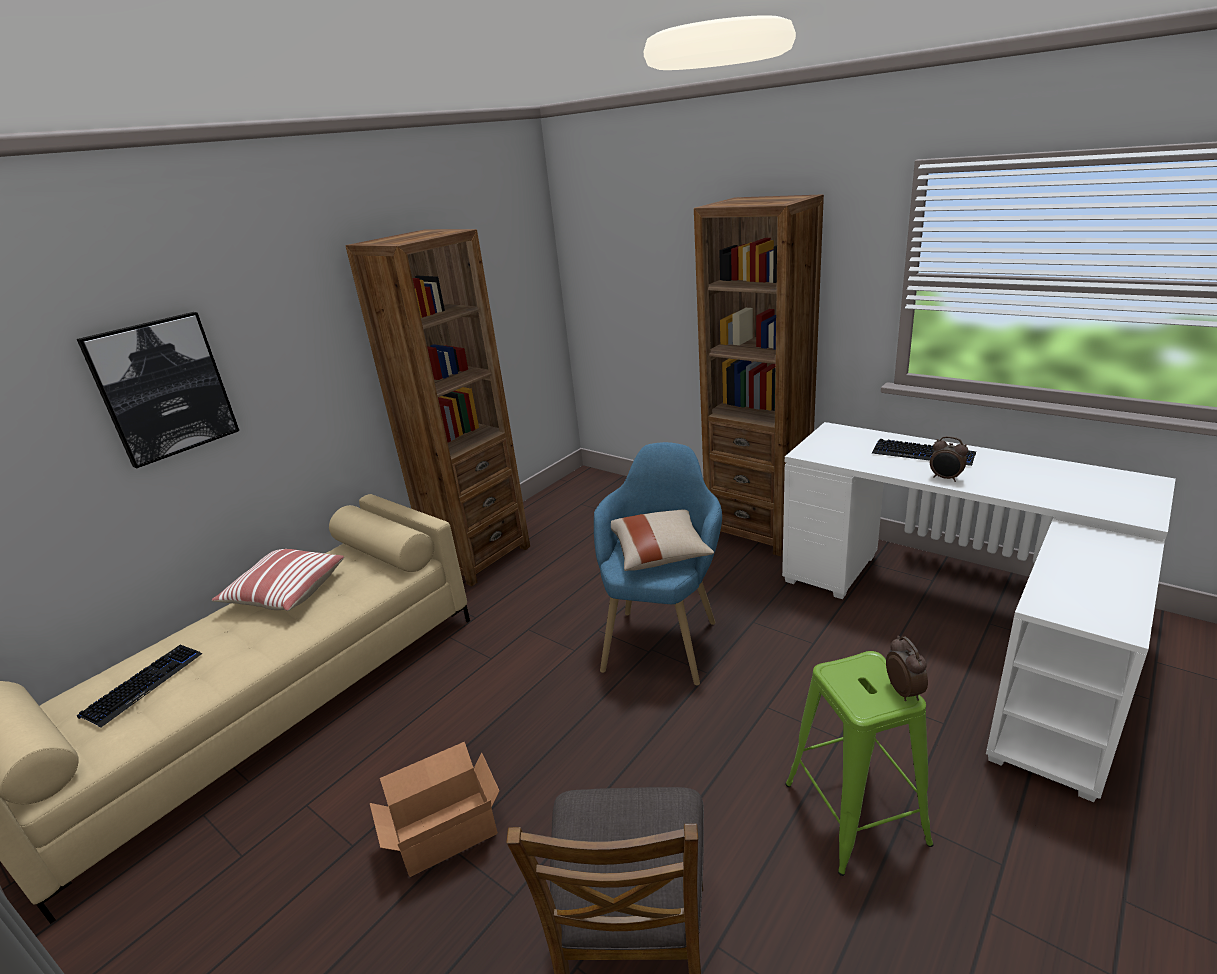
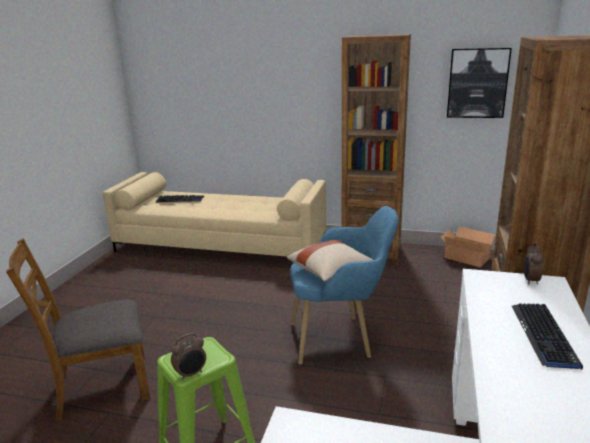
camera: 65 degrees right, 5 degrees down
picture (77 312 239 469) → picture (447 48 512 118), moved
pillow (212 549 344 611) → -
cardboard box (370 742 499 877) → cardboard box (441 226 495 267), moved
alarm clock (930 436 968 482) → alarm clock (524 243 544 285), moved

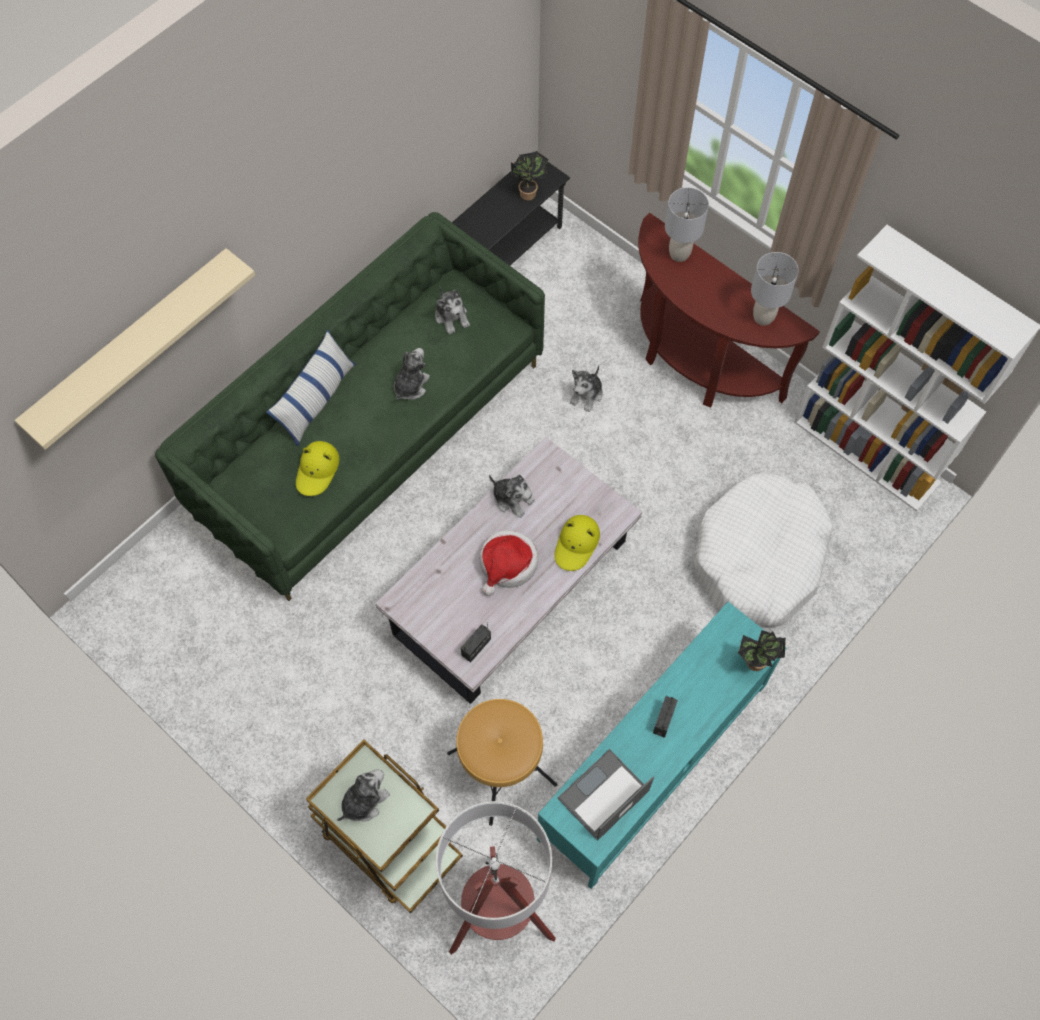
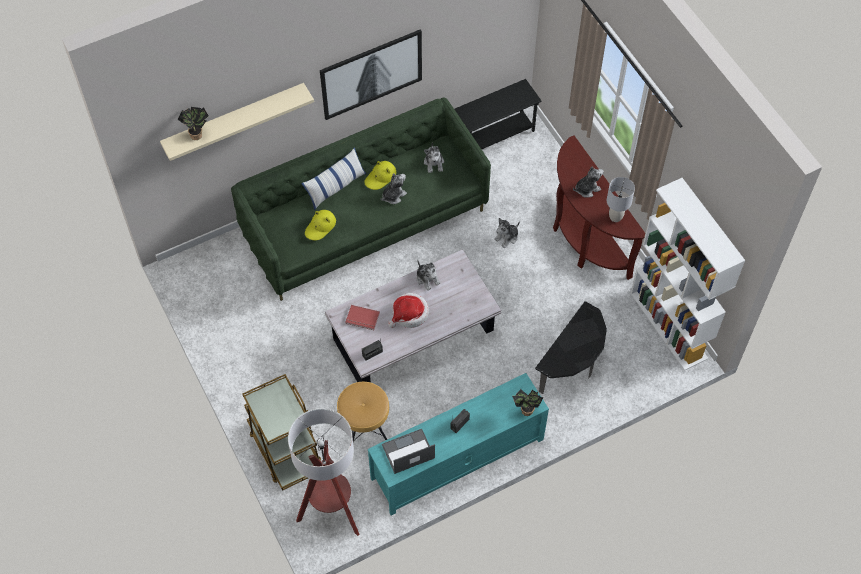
camera: 20 degrees right, 5 degrees down
plush toy (337 769 390 821) → plush toy (573 166 604 198), moved
potted plant (511 151 549 201) → potted plant (178 107 209 140), moved
hat/yellow (554 515 600 571) → hat/yellow (364 161 396 190), moved
table lamp/grey (665 187 709 262) → -
dog bed/white (694 472 832 626) → side table (535 301 607 394)
- → picture (320 29 422 120)
- → book/red (345 305 380 330)

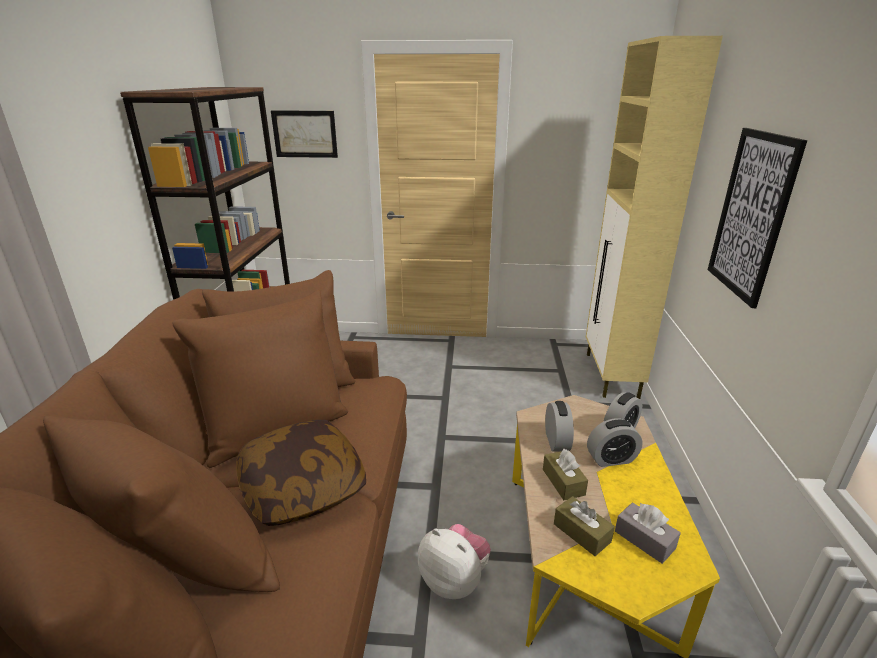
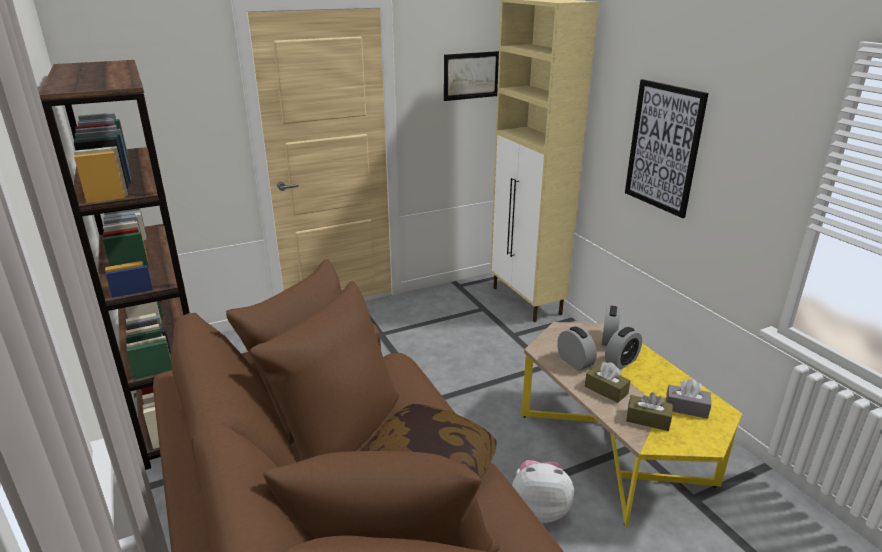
camera: 30 degrees left, 0 degrees up
picture (271 110 338 158) → picture (444 51 499 101), moved

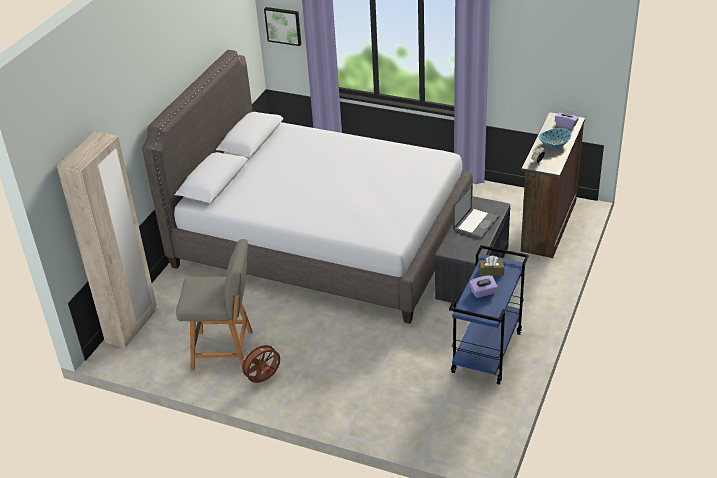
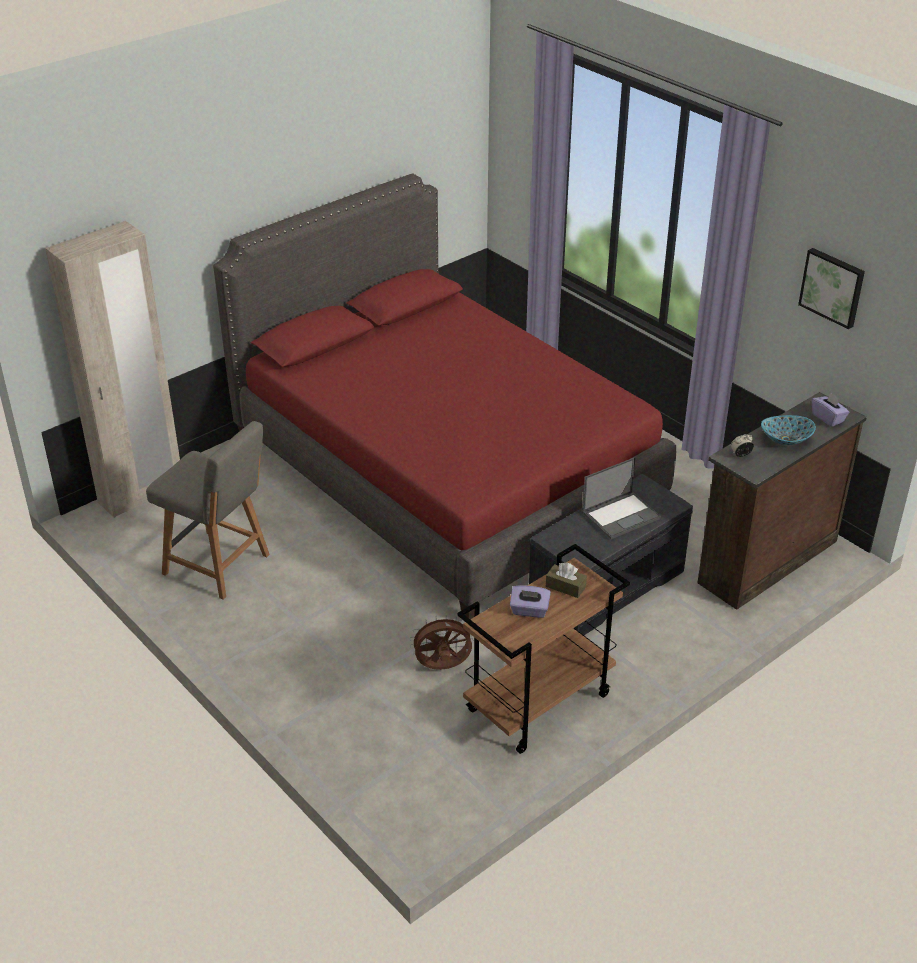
camera: 25 degrees right, 0 degrees up
bed/grey (142 50 473 324) → bed/red (213 173 676 619)
fan/brown (239 342 280 383) → fan/brown (409 614 474 670), moved
picture (264 7 301 46) → picture (798 248 865 329), moved
cart/blue (449 245 529 385) → cart/brown (457 544 630 754)

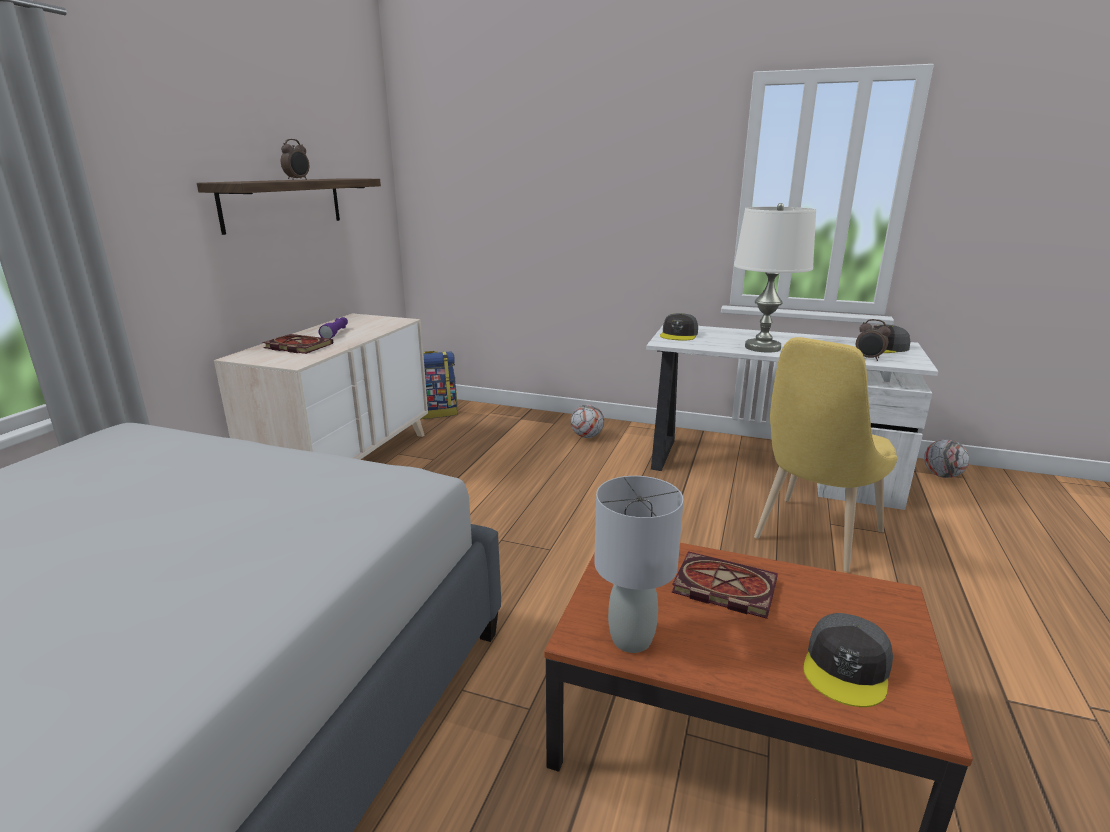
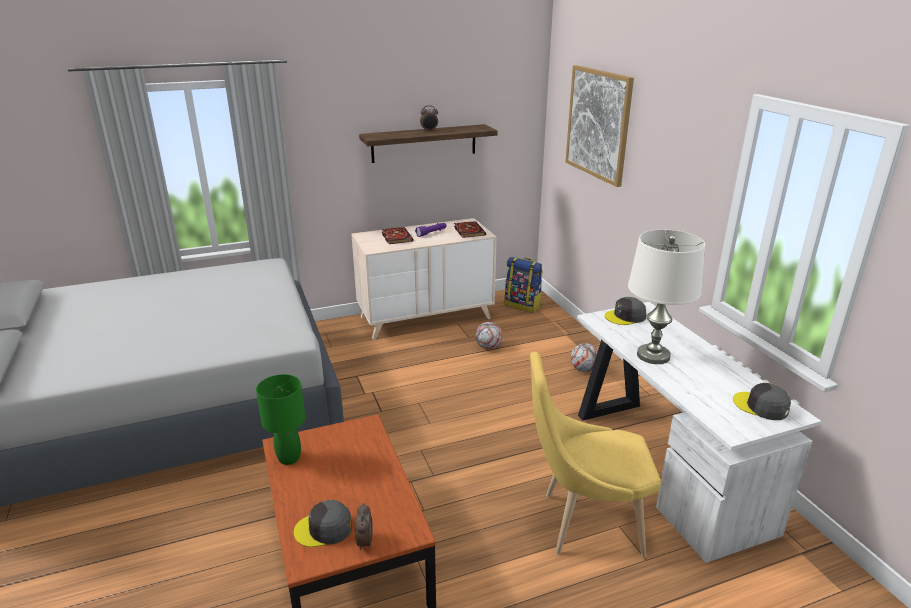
camera: 50 degrees right, 5 degrees up
table lamp/grey (594 476 684 653) → table lamp/green (256 374 305 465)
book (672 551 778 619) → book (454 221 486 238), moved
alarm clock (856 319 891 361) → alarm clock (355 503 373 550), moved
football (924 439 969 478) → football (475 322 502 349), moved
- → picture (565 65 634 187)

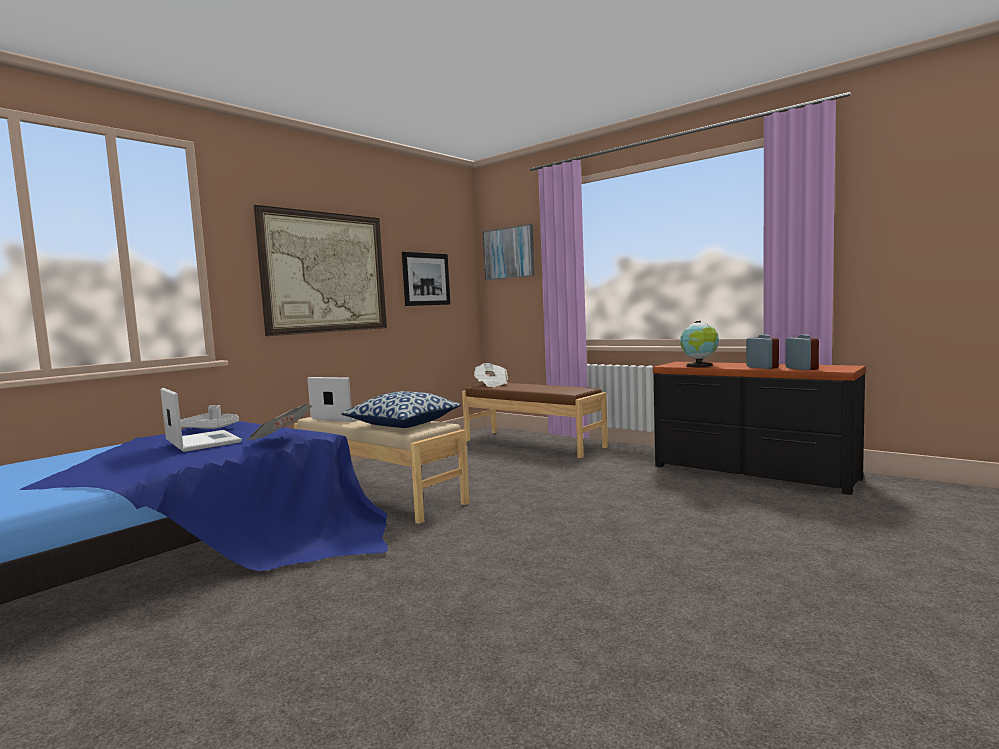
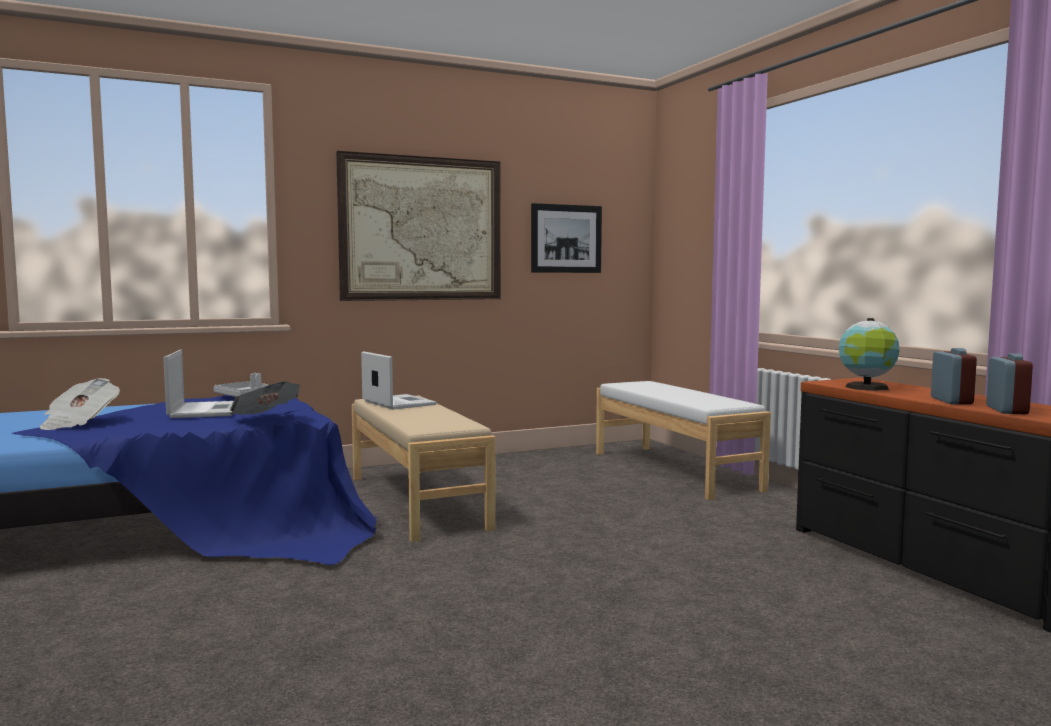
camera: 25 degrees right, 0 degrees up
pillow (341 391 461 428) → -
bench/brown (462 383 608 458) → bench/white (596 381 771 500)
newspaper (474 363 508 387) → newspaper (39 378 120 430), moved
picture (483 224 535 280) → -

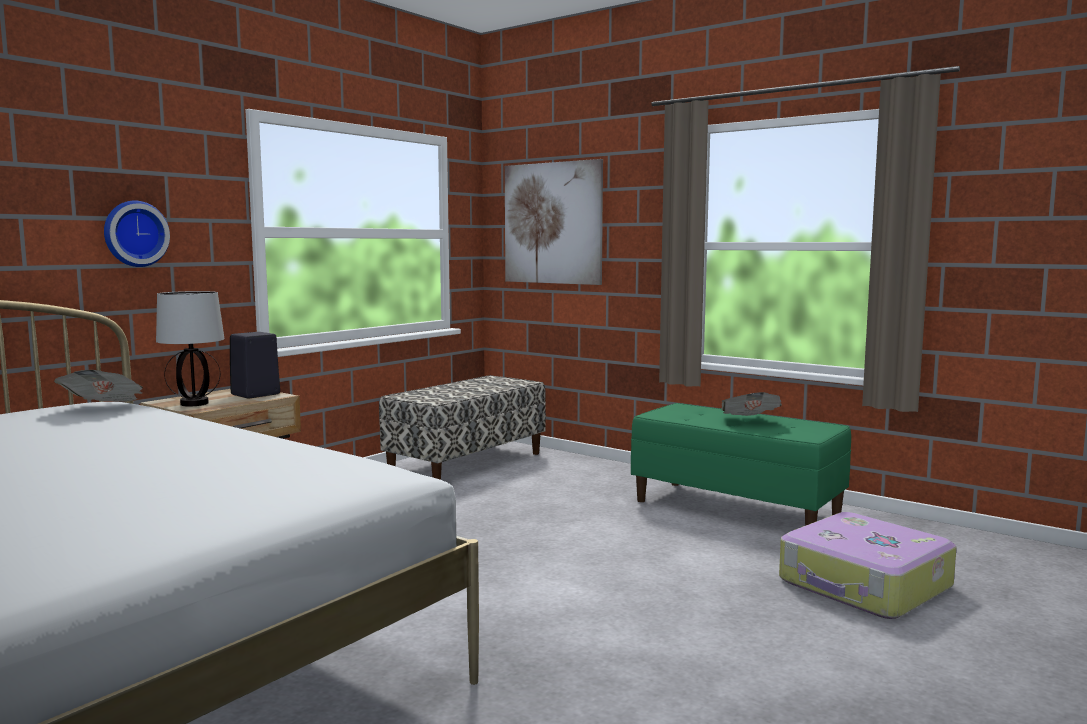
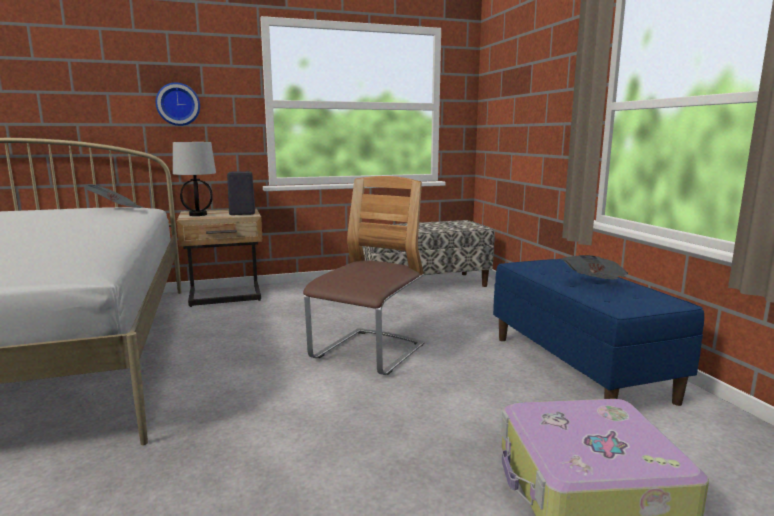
camera: 35 degrees right, 5 degrees up
picture (505 159 603 285) → -
bench/green (631 403 851 526) → bench/blue (493 259 704 406)
- → chair (303 176 425 375)

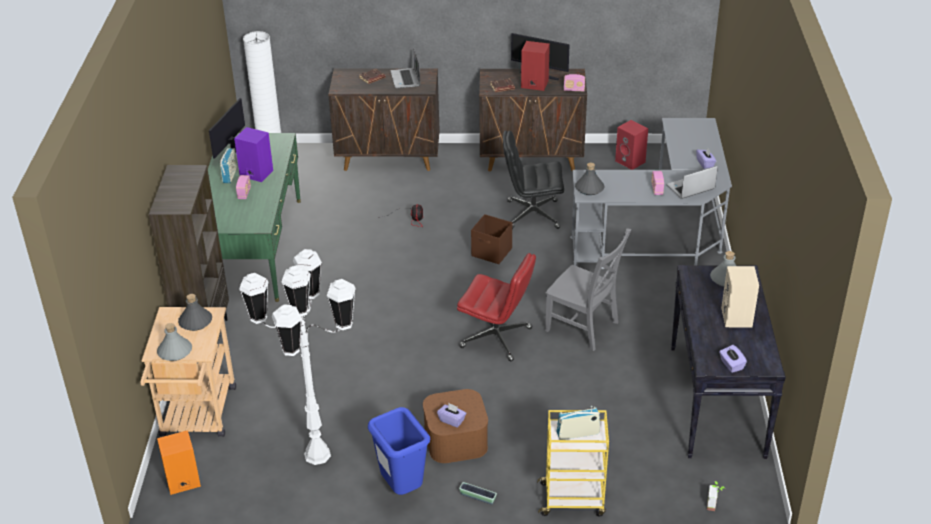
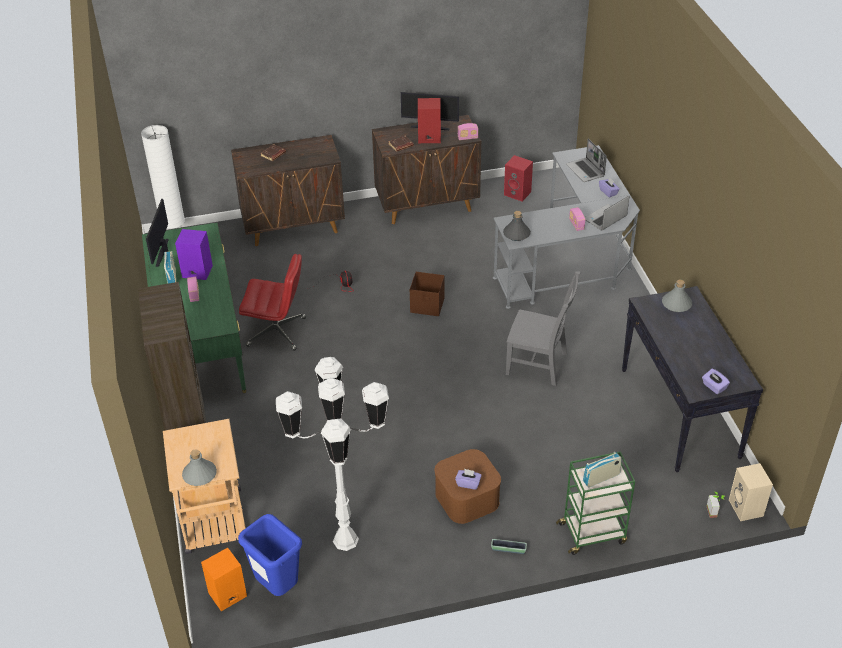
camera: 15 degrees left, 5 degrees up
bottle/grey (178 294 212 331) → -
trash can/blue (368 407 430 495) → trash can/blue (238 514 302 596), moved
laptop (390 47 420 88) → laptop (566 139 607 182), moved
office chair/red (457 253 536 361) → office chair/red (239 254 306 351), moved
office chair/black (503 130 564 229) → -
cart/yellow (537 410 609 516) → cart/green (556 451 635 555)
speaker/beige (721 266 759 327) → speaker/beige (729 463 773 521), moved

